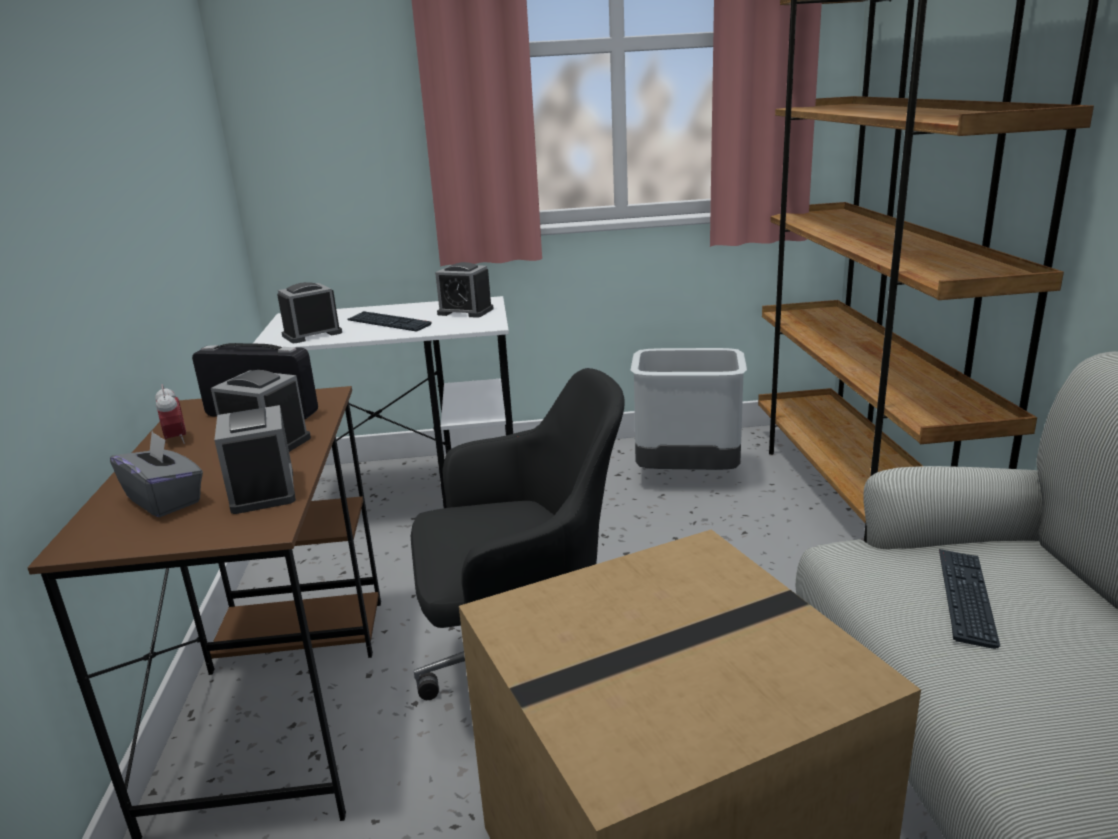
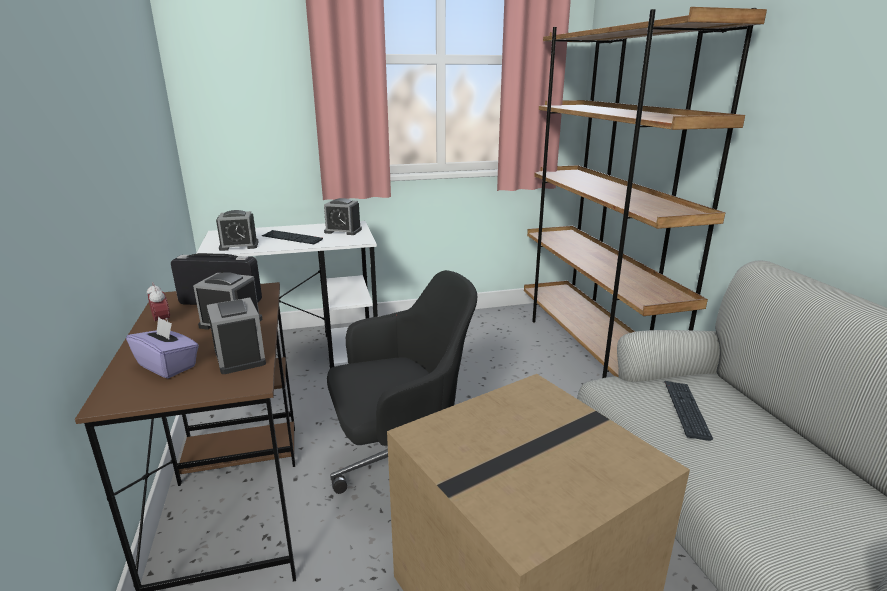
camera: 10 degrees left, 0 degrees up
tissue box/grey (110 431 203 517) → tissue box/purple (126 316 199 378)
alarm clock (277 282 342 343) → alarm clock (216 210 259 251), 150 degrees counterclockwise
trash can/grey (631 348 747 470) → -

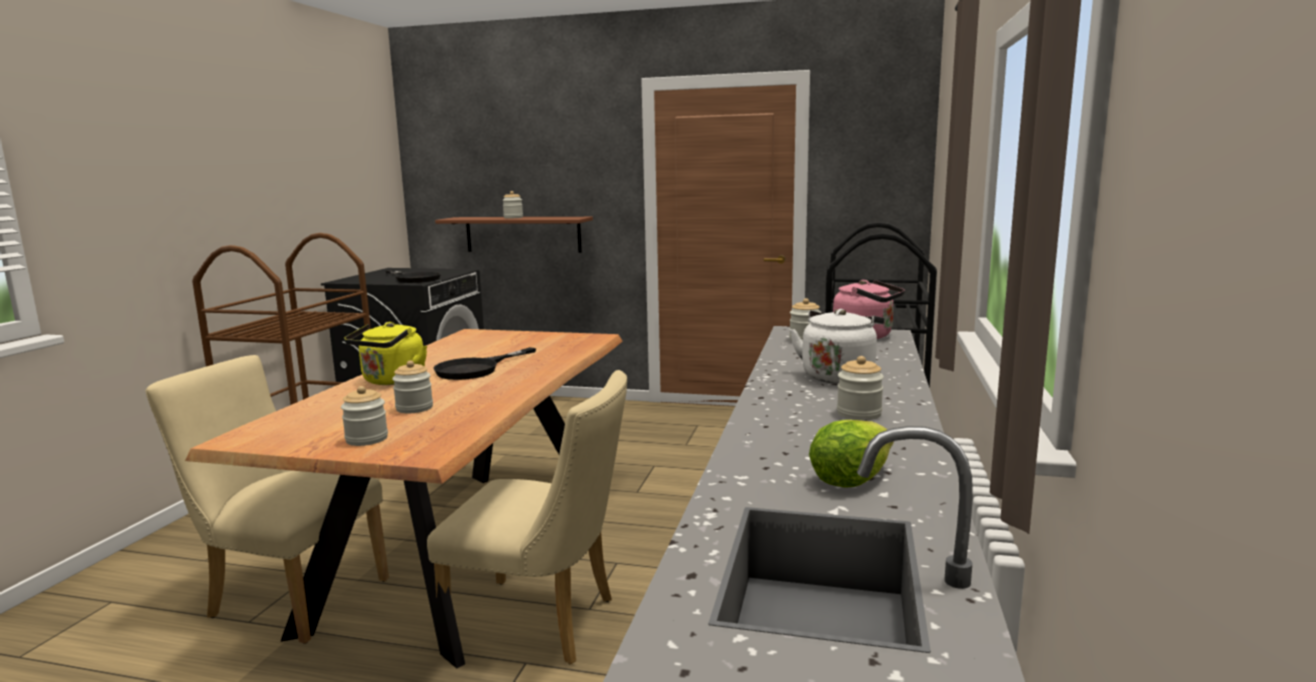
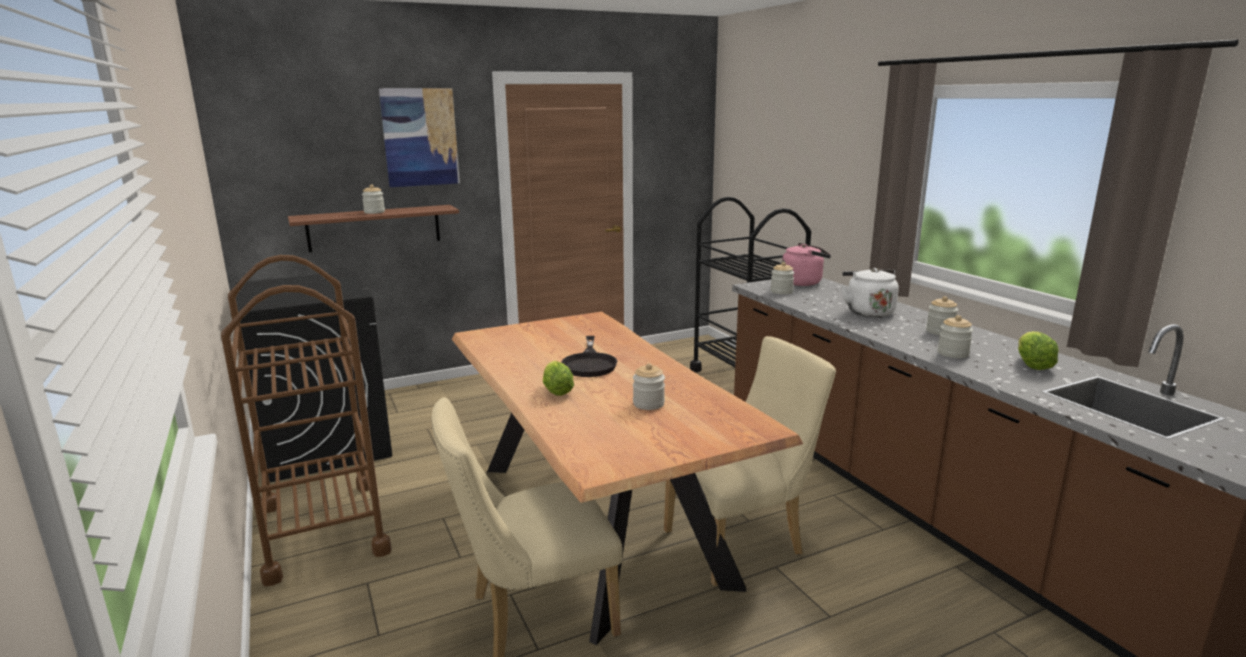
camera: 40 degrees left, 5 degrees up
jar (341 386 388 446) → jar (938 315 973 358), moved
kettle/yellow (344 322 427 385) → lettuce (543 361 574 396)
frying pan/black (386 270 441 283) → -
- → picture (379 88 460 187)

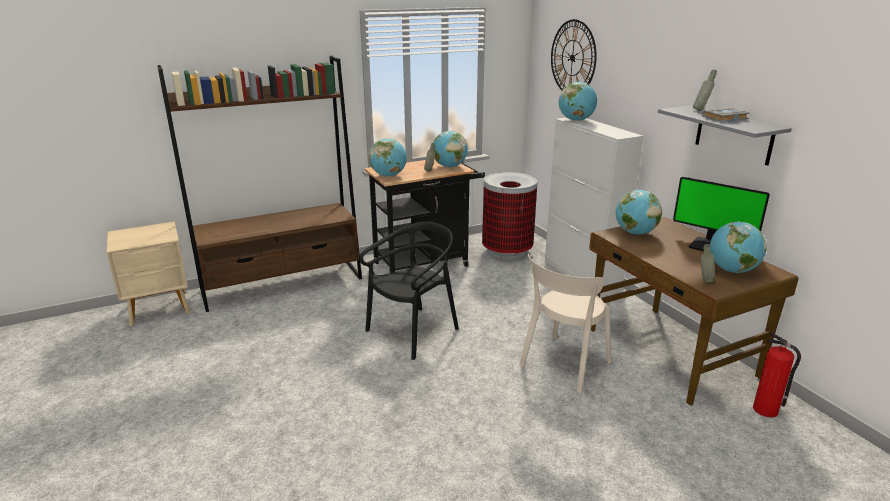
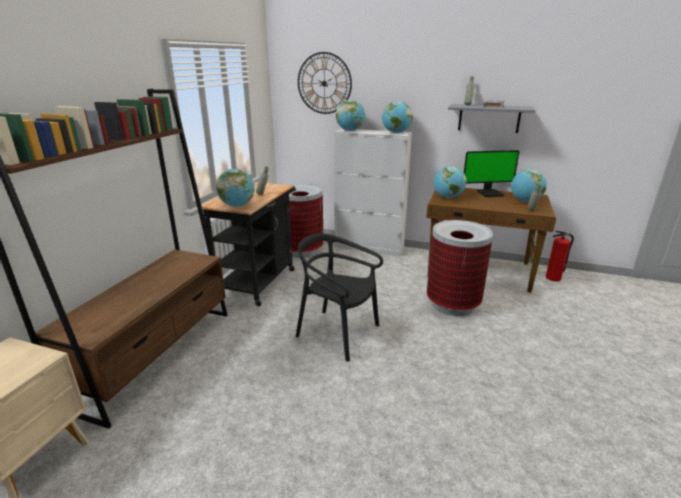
camera: 45 degrees left, 0 degrees up
chair/black (359 222 459 360) → chair/black (296 233 383 362), 60 degrees counterclockwise
globe (433 131 468 167) → globe (382 101 413 133), moved
chair/beige (519 254 611 393) → trash can (427 220 493 316)

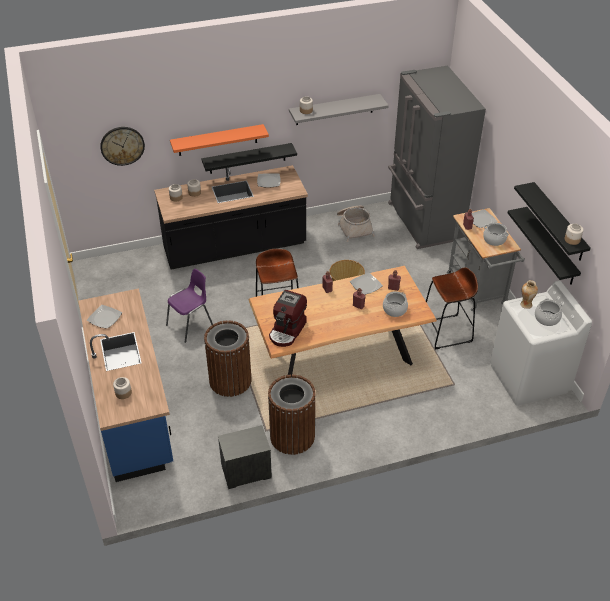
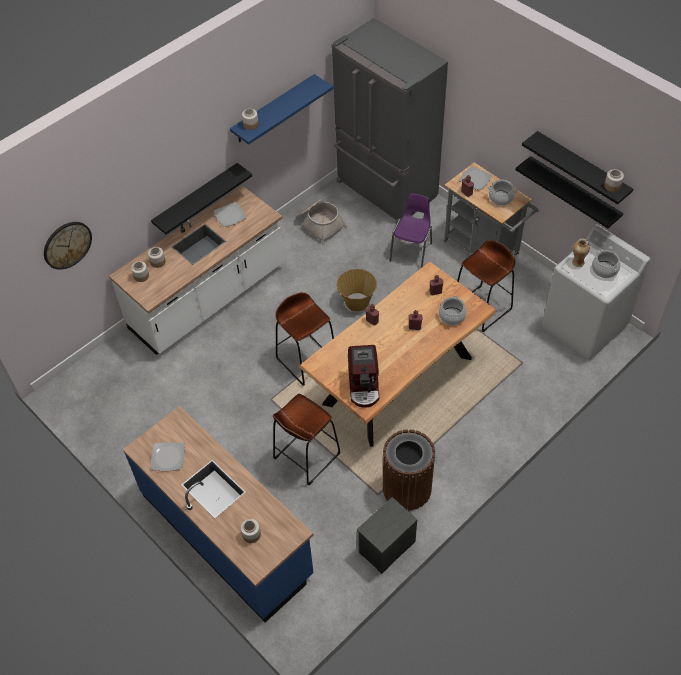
camera: 25 degrees left, 10 degrees up
counter/black (154 165 308 270) → counter/white (109 186 284 355)
chair/purple (166 269 213 343) → chair/purple (389 193 432 268), moved
shelf/orange (170 124 269 156) → -
trash can/brown (204 321 252 397) → stool/brown (273 394 340 485)
shelf/grey (289 94 389 125) → shelf/blue (230 74 333 145)
plate (350 273 383 295) → -

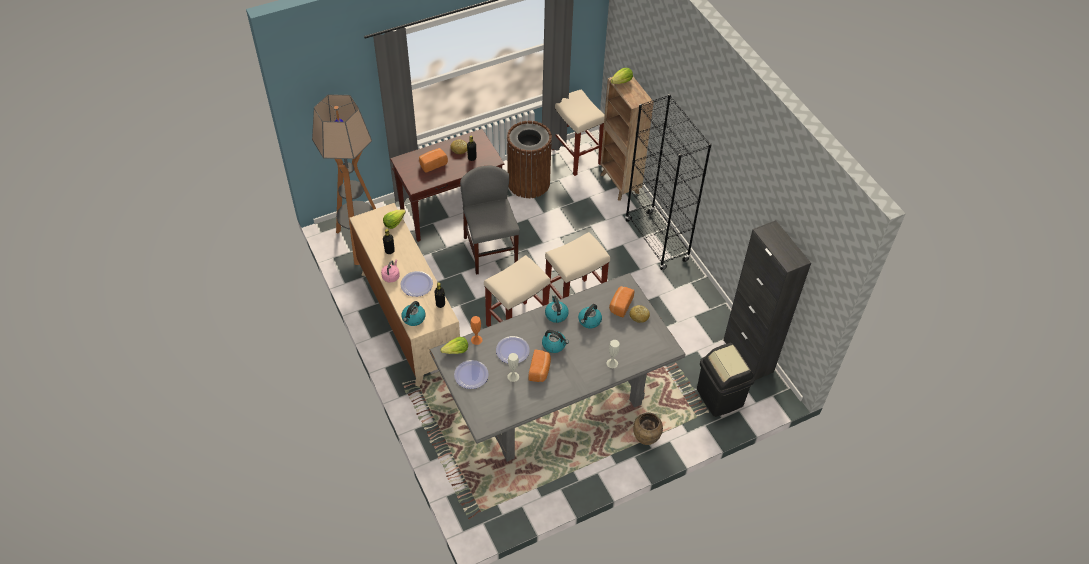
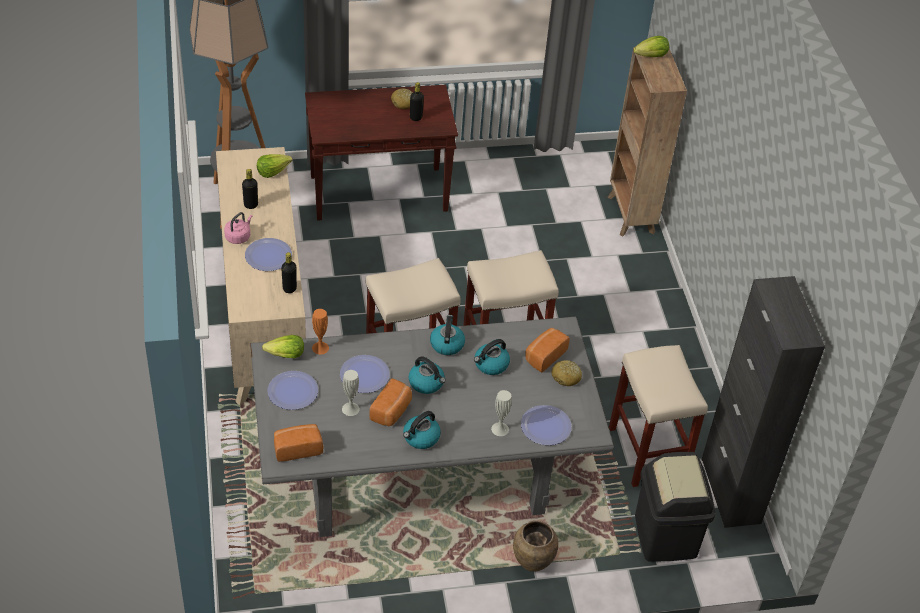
camera: 15 degrees right, 5 degrees down
kettle (401 301 426 326) → kettle (403 411 441 449), moved
bread (419 148 448 173) → bread (274 424 323 462), moved
chair/grey (460 166 520 275) → -
trash can/brown (507 121 552 198) → -
stool/beige (552 89 605 176) → stool/beige (609 345 708 487), moved
bookcase/black (625 94 712 270) → -
- → plate (521 405 572 445)

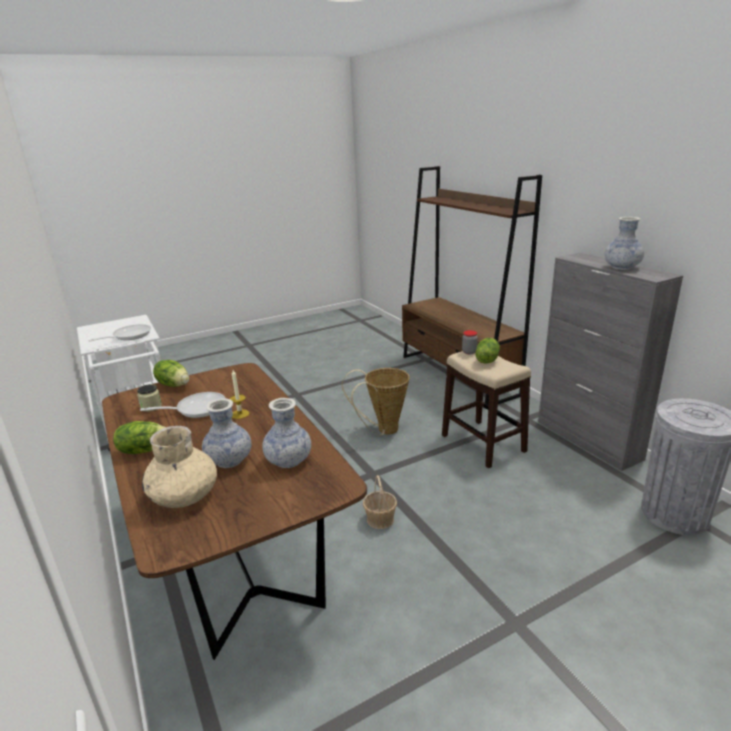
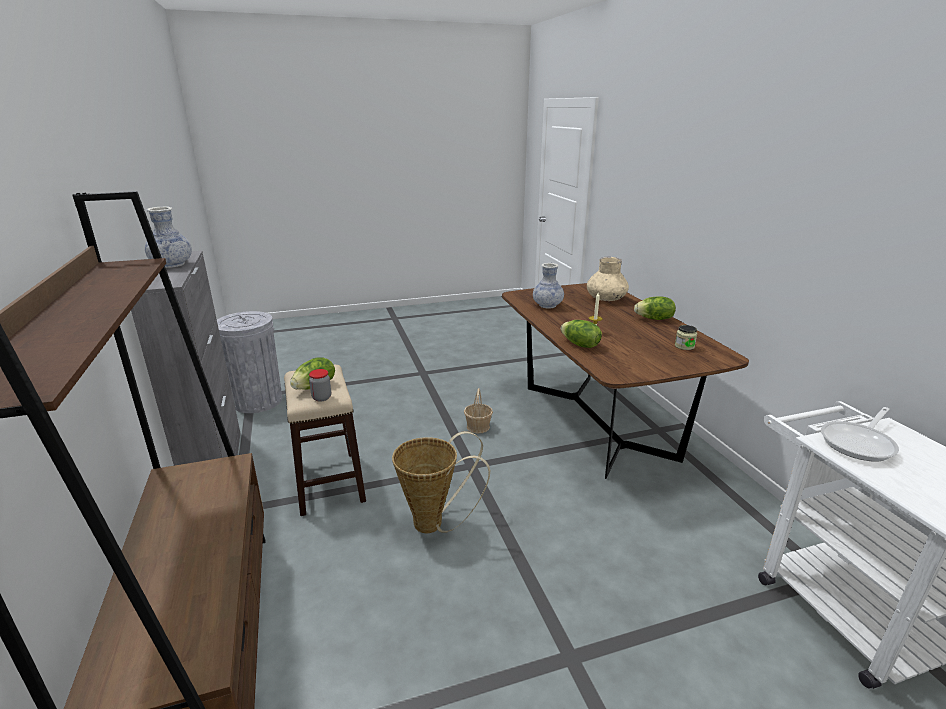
camera: 170 degrees left, 0 degrees up
frying pan (140 392 226 418) → -
lettuce (153 360 189 387) → lettuce (561 320 602 348), moved
vase (202 398 251 468) → -

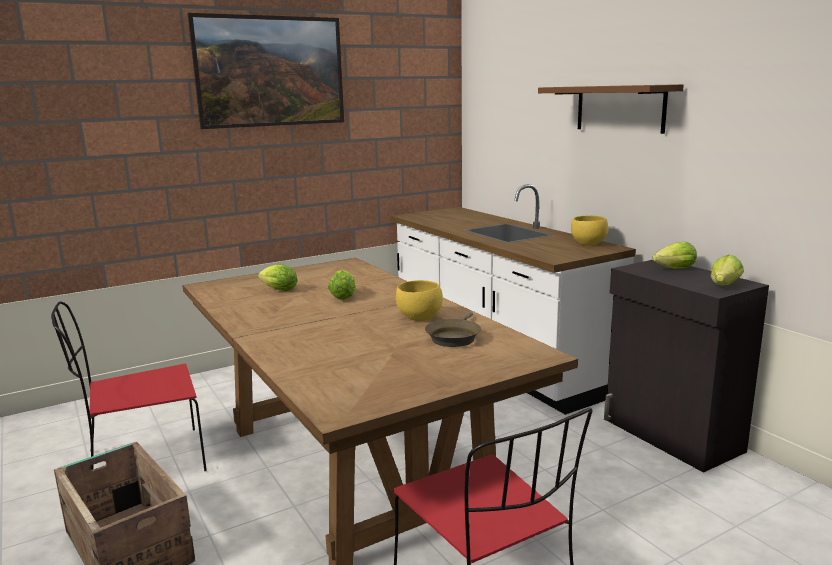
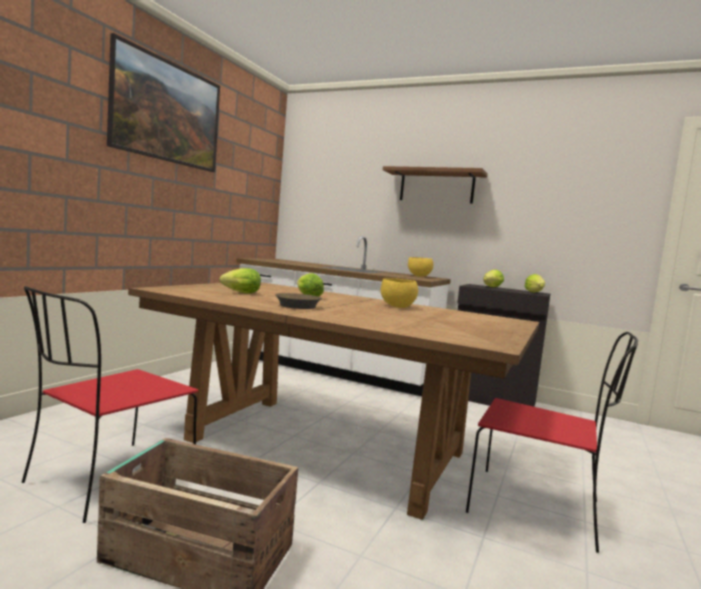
camera: 35 degrees left, 10 degrees down
frying pan/brown (425 312 481 347) → frying pan/brown (275 293 322 309), moved

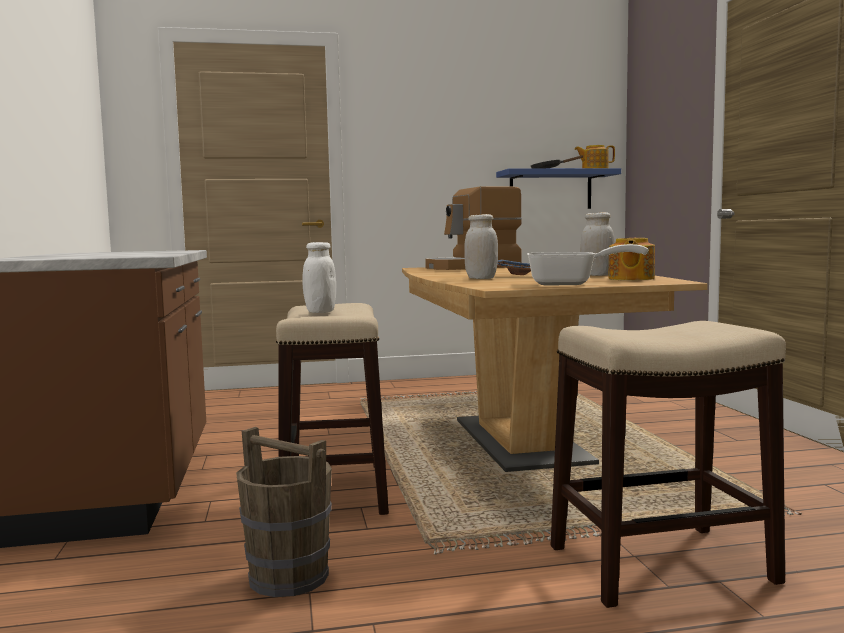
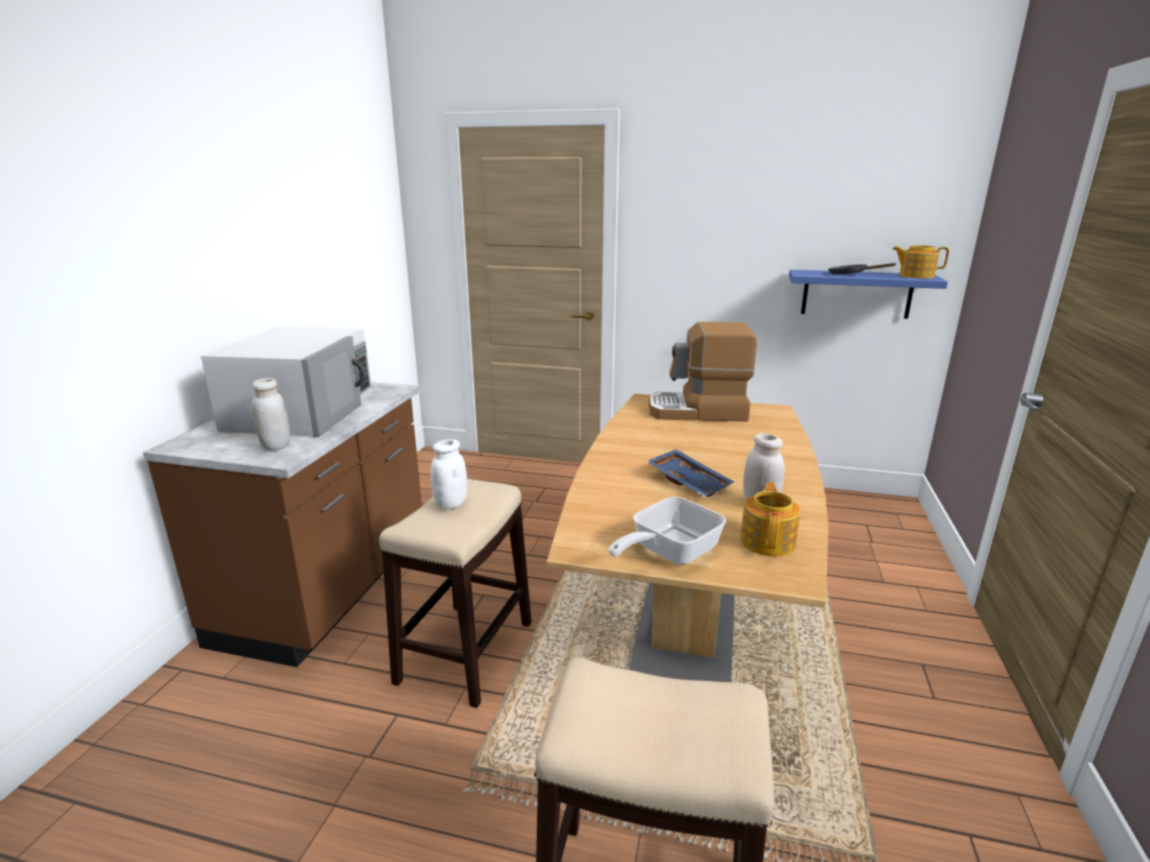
camera: 25 degrees right, 15 degrees up
bucket/brown (236 427 332 597) → -
jar/white (464 214 498 279) → jar/white (252 378 290 450), moved
frying pan (527 244 648 286) → frying pan (608 497 726 565), 105 degrees clockwise
teapot (608 238 655 280) → teapot (740 482 801 556), 150 degrees clockwise
- → microwave/white (201 326 371 437)

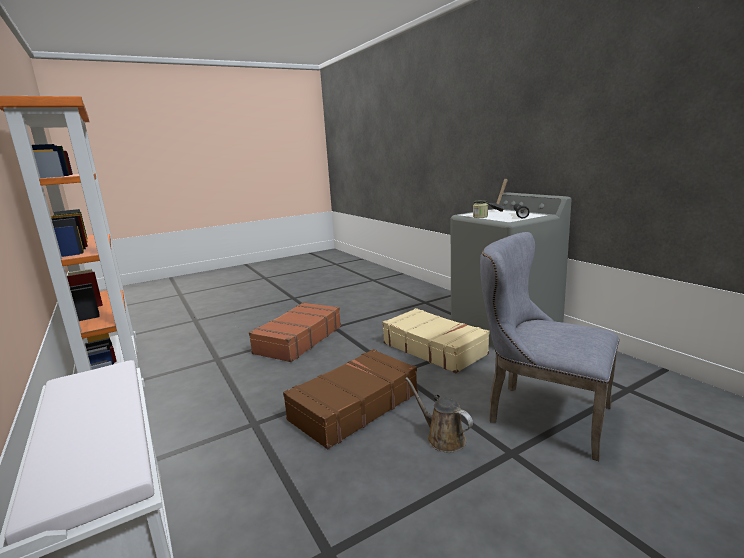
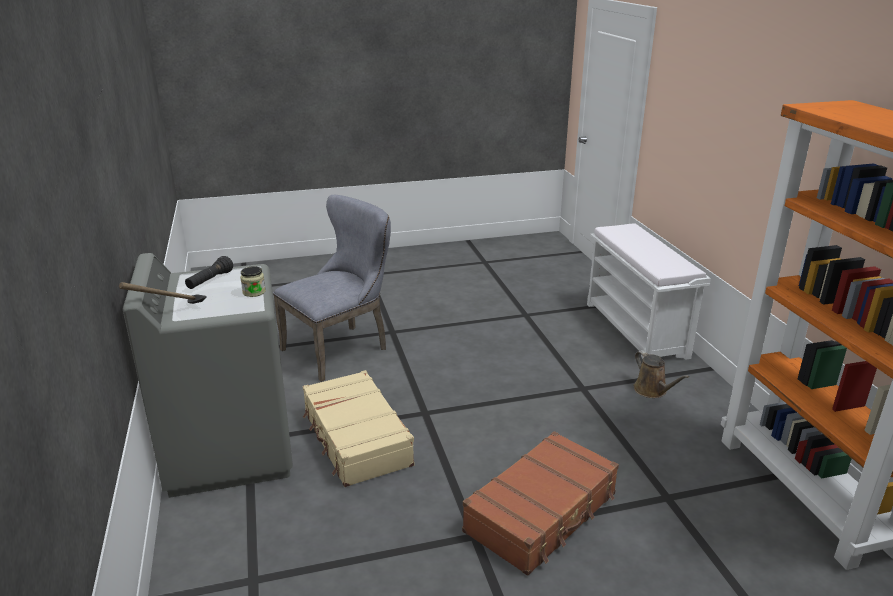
camera: 165 degrees left, 10 degrees up
suitcase/brown (283 349 418 449) → -
watering can/brown (405 377 473 452) → watering can/brown (634 350 689 398), moved
chair/grey (480 232 619 461) → chair/grey (273 195 391 382), 90 degrees counterclockwise

